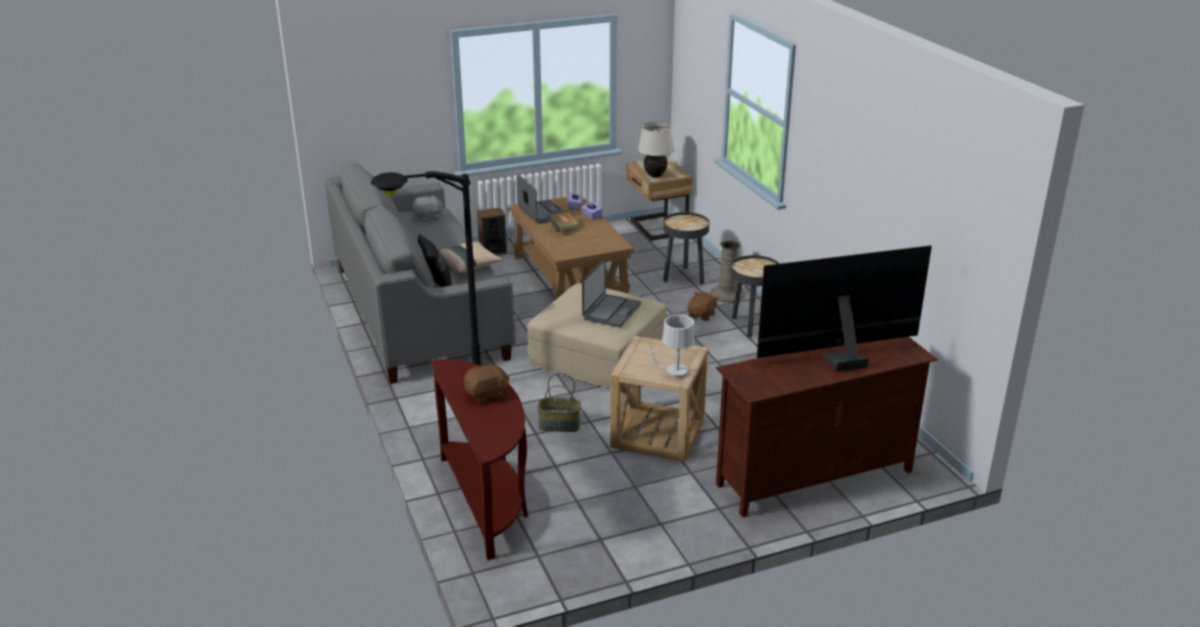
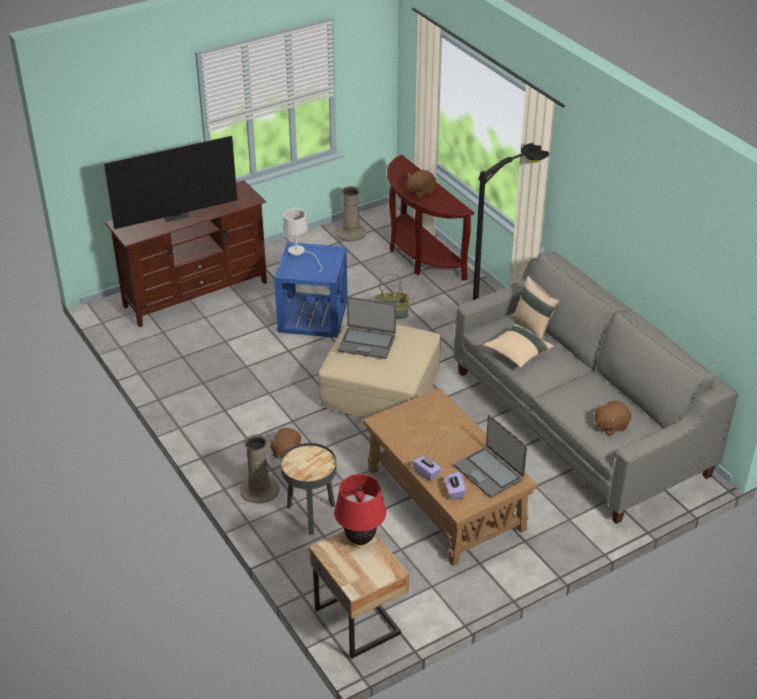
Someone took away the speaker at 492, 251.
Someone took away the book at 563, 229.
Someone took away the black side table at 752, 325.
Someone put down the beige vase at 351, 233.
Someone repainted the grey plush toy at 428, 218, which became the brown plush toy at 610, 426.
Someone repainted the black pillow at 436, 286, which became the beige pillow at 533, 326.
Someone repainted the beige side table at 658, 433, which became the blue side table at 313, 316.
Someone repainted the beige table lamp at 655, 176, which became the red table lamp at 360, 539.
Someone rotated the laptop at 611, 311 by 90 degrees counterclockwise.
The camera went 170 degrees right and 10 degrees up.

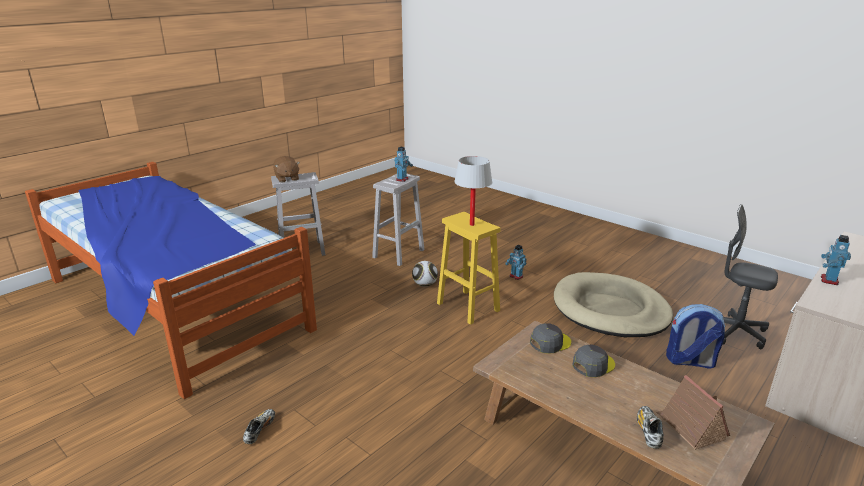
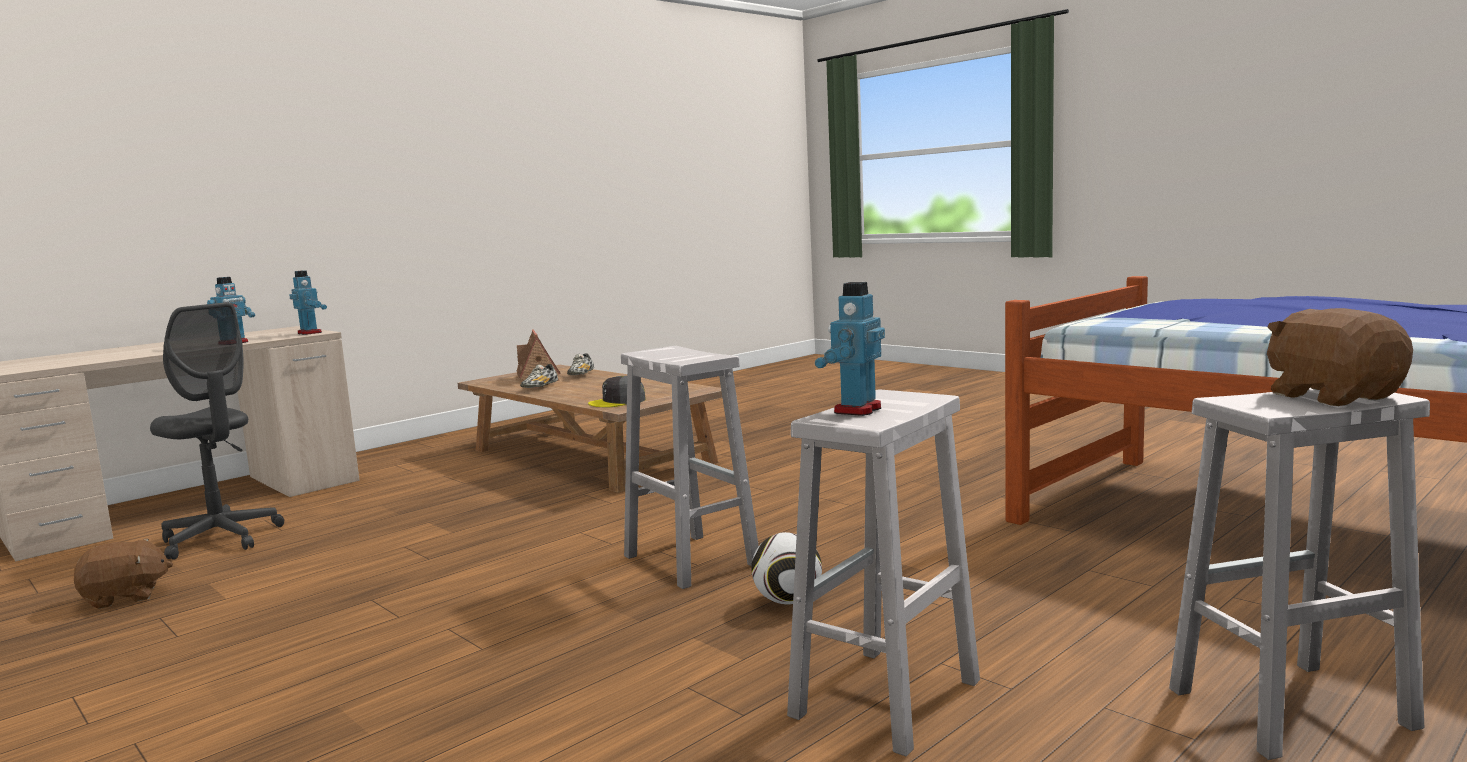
Someone took away the white table lamp at 472, 224.
Someone took away the beige dog bed at 610, 309.
Someone took away the grey cap at 593, 364.
Someone took away the backpack at 690, 361.
Someone put down the brown plush toy at 125, 597.
Someone carried the shoe from 260, 430 to 540, 387.
Someone carried the toy robot from 516, 276 to 310, 333.
Someone repainted the yellow stool at 469, 307, which became the white stool at 689, 560.
The camera went 175 degrees left and 15 degrees down.

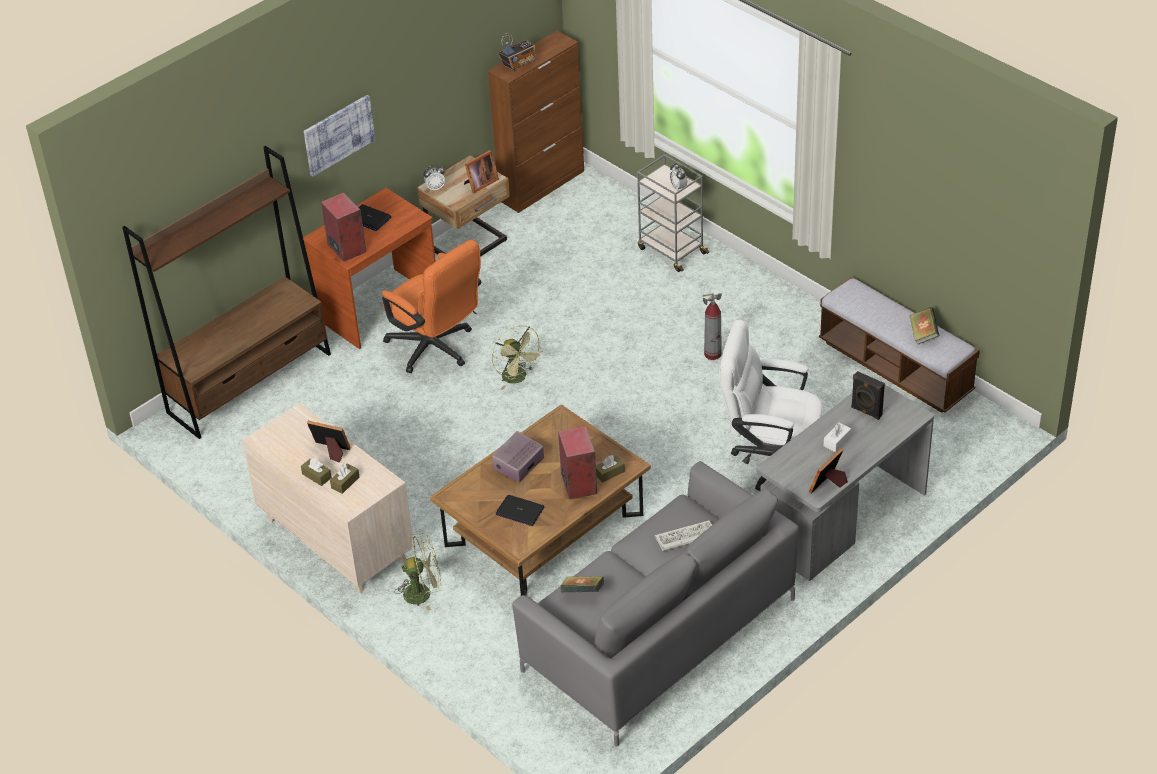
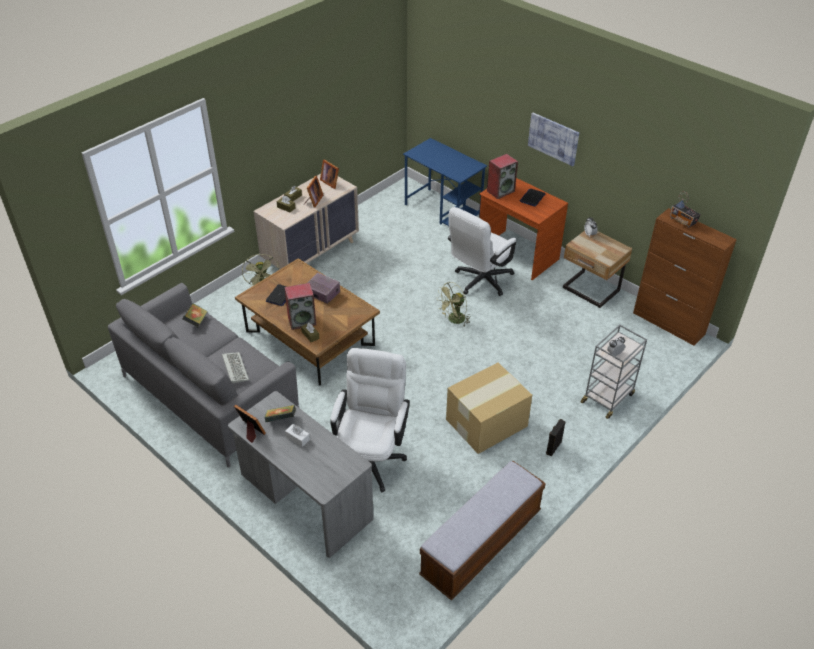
Someone carried the picture frame from 480, 184 to 330, 182.
Someone carried the black speaker from 866, 412 to 553, 447.
Someone carried the book from 923, 334 to 281, 420.
Someone swapped the brown bookcase at 250, 383 for the blue desk at 443, 211.
Someone swapped the fire extinguisher at 713, 354 for the cardboard box at 487, 422.
Someone repainted the orange office chair at 436, 349, which became the white office chair at 479, 282.
The camera went 85 degrees right and 0 degrees up.

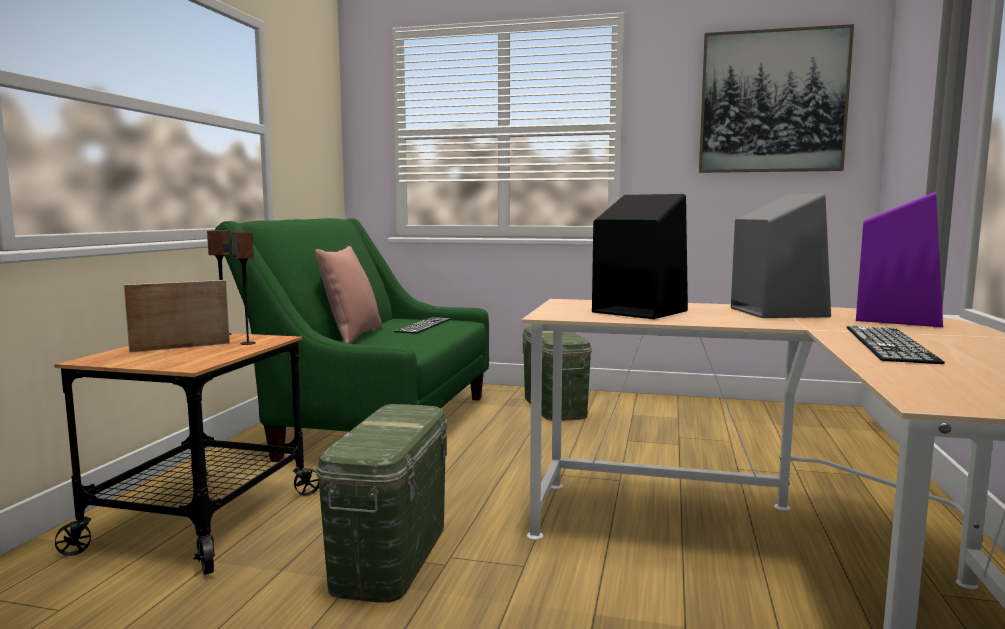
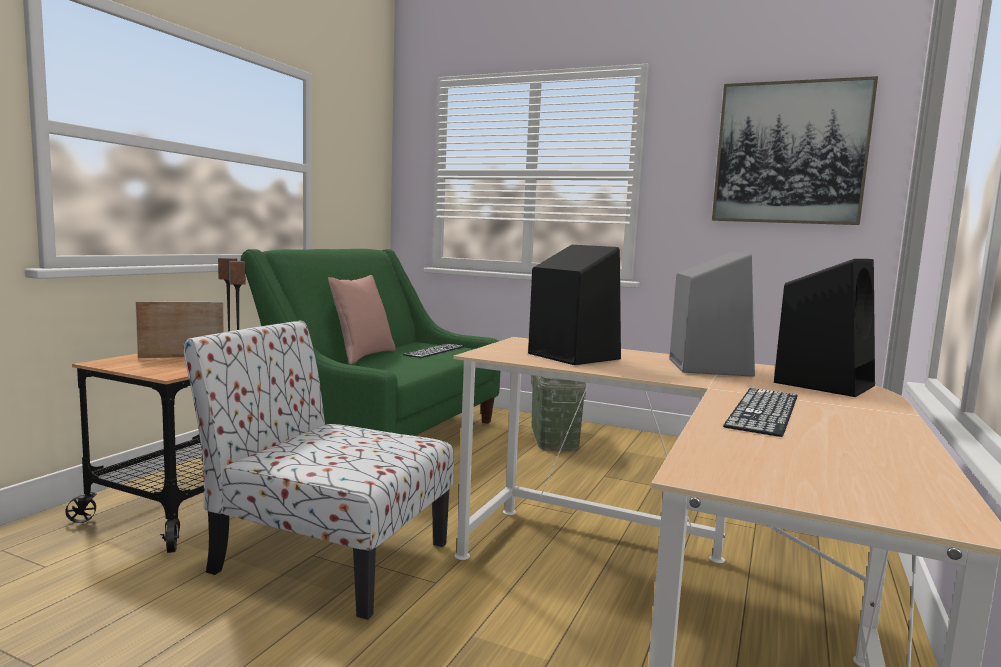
Someone swapped the green storage box at 391, 555 for the chair at 327, 556.
Someone repainted the purple speaker at 898, 318, which became the black speaker at 824, 383.
The camera went 10 degrees right and 0 degrees up.

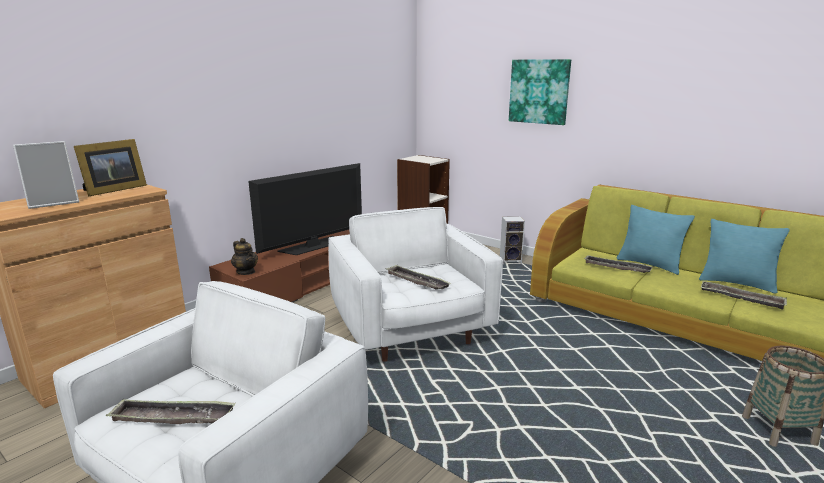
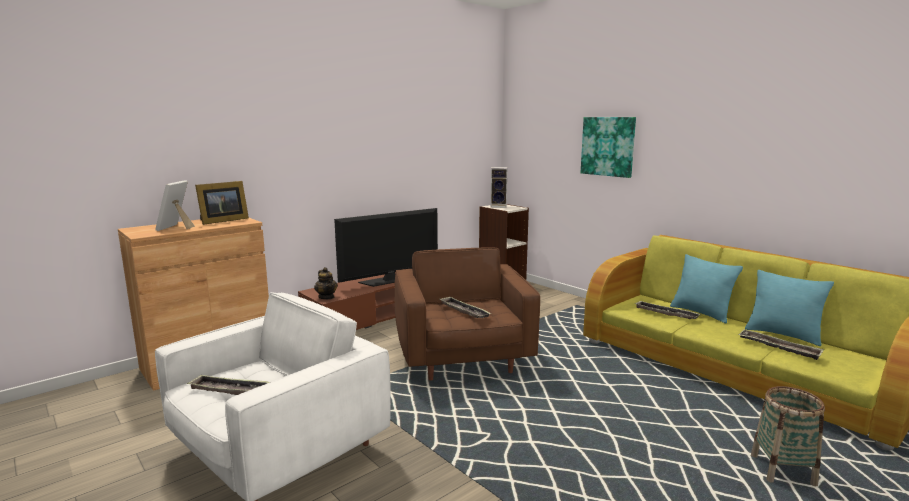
Someone carried the speaker from 511, 261 to 499, 206.
Someone repainted the white armchair at 412, 331, which became the brown armchair at 463, 359.
Someone rotated the picture frame at 54, 202 by 120 degrees clockwise.
The camera went 10 degrees right and 5 degrees down.

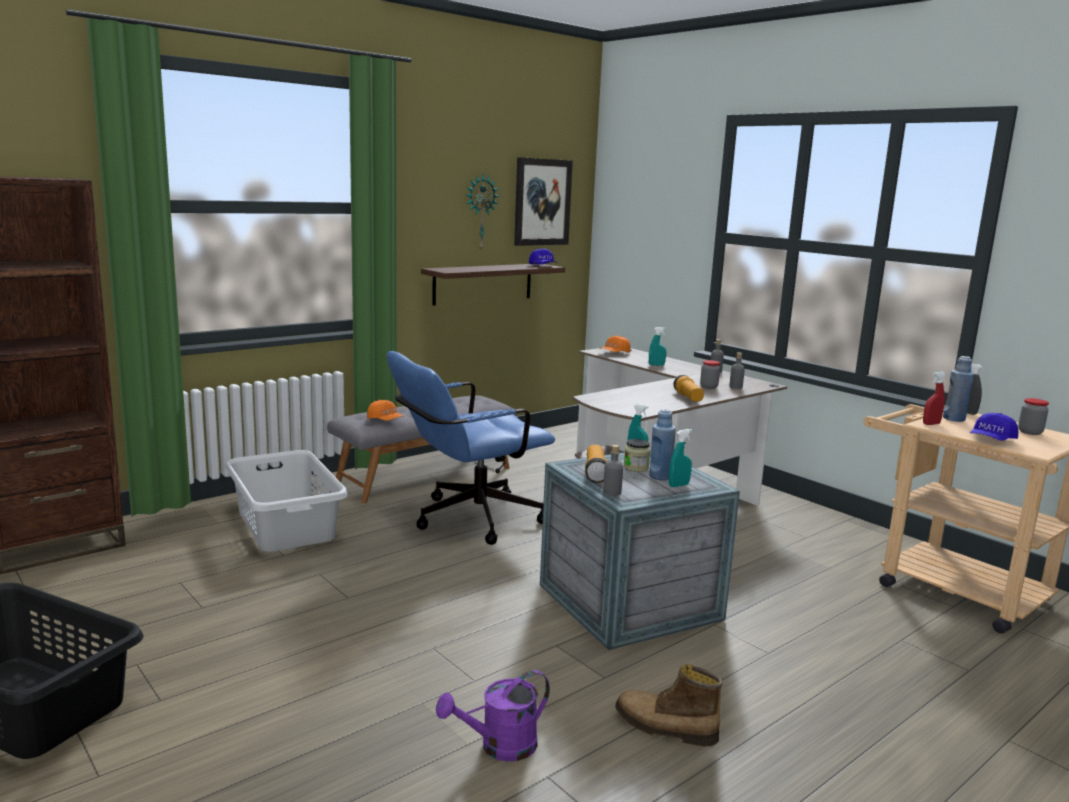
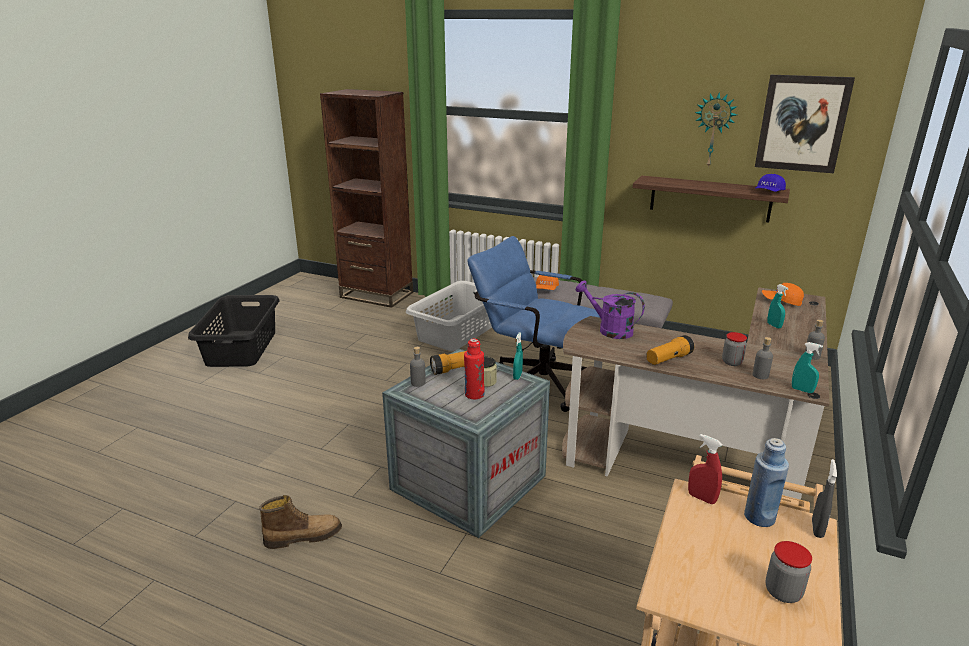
Someone took away the blue cap at 991, 440.
Someone carried the purple watering can from 499, 747 to 609, 330.
Someone carried the turquoise spray bottle from 678, 485 to 802, 390.
Someone repainted the blue bottle at 660, 477, which became the red bottle at 474, 394.
Someone rotated the boot at 664, 728 by 75 degrees clockwise.
The camera went 65 degrees right and 10 degrees up.

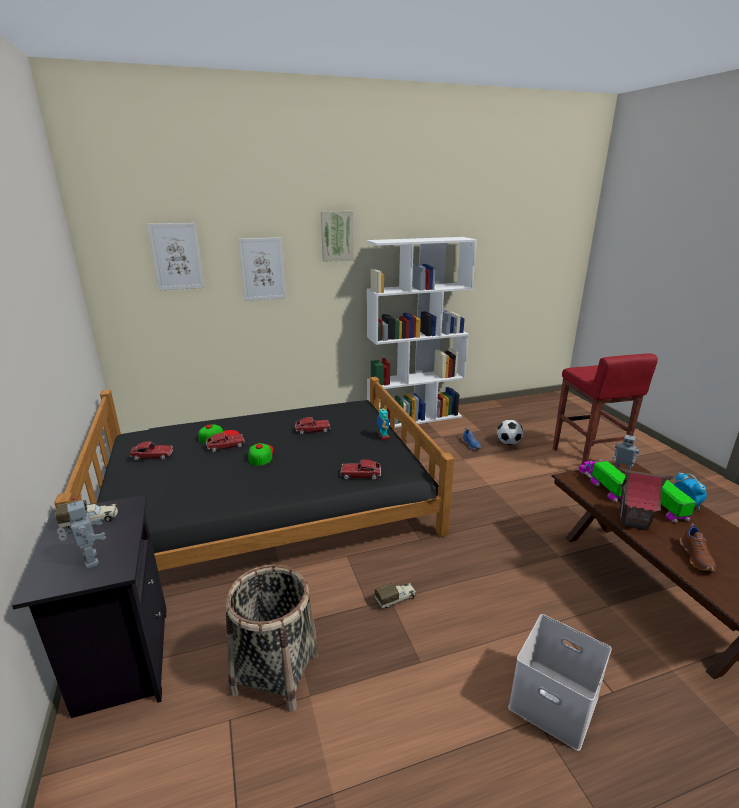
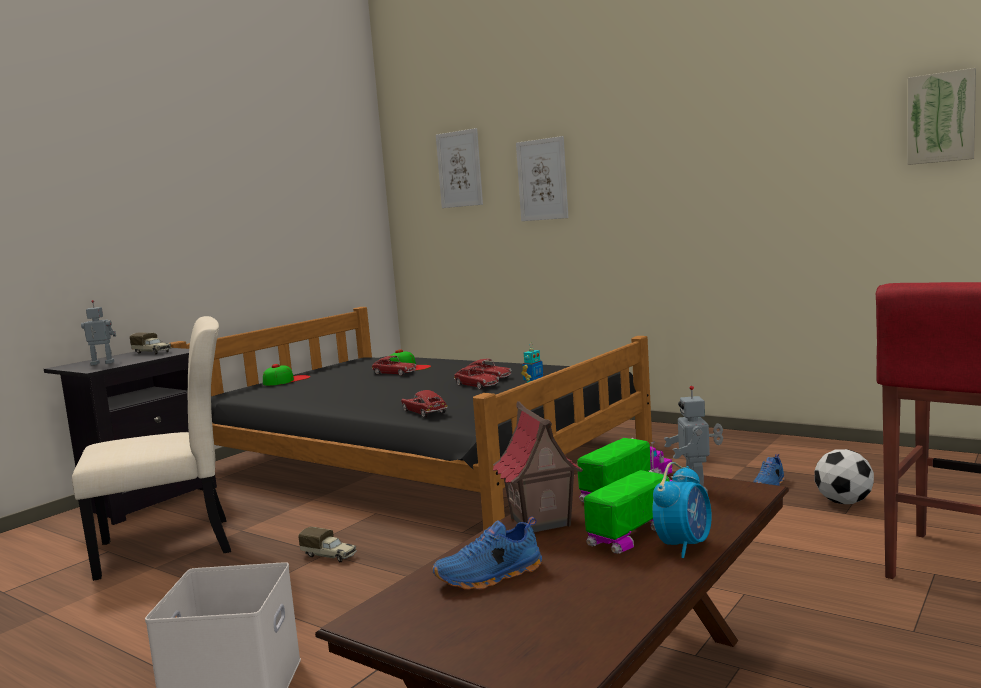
Someone took away the white bookcase at 414, 418.
Someone carried the toy car from 152, 456 to 476, 385.
Someone carried the cap from 260, 454 to 286, 380.
Someone carried the picture from 337, 236 to 941, 118.
Someone swapped the basket at 276, 673 for the beige chair at 172, 546.
Someone repainted the brown shoe at 697, 557, which became the blue shoe at 490, 577.
Someone rotated the toy robot at 89, 561 by 120 degrees counterclockwise.
The camera went 55 degrees right and 15 degrees down.

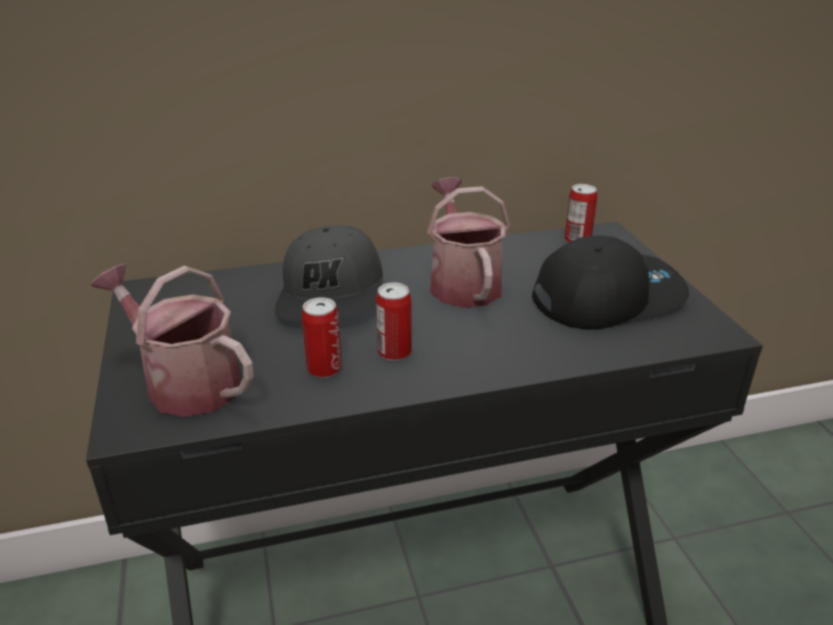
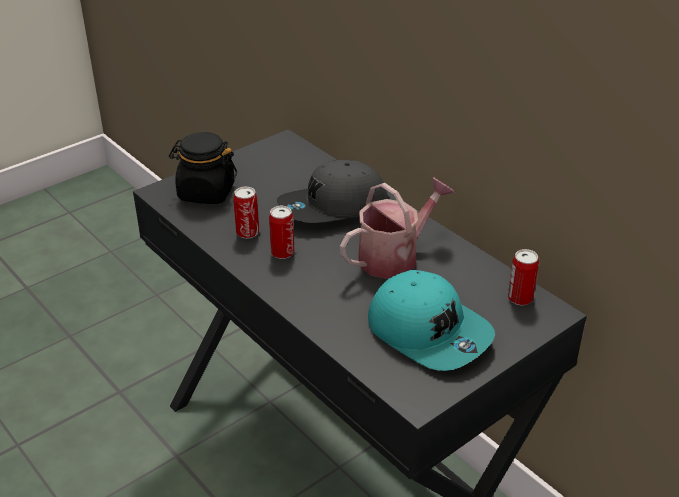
Someone swapped the watering can at 185, 382 for the black jar at 206, 192.
Someone repainted the black cap at 607, 297, which became the turquoise cap at 429, 331.
The camera went 65 degrees right and 5 degrees up.

